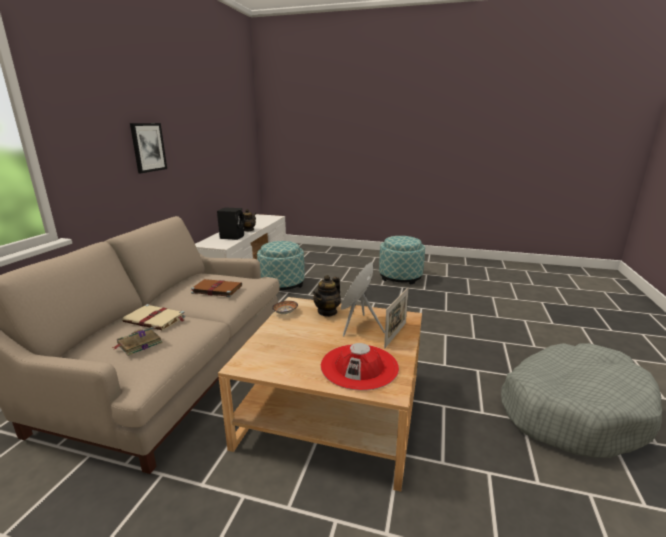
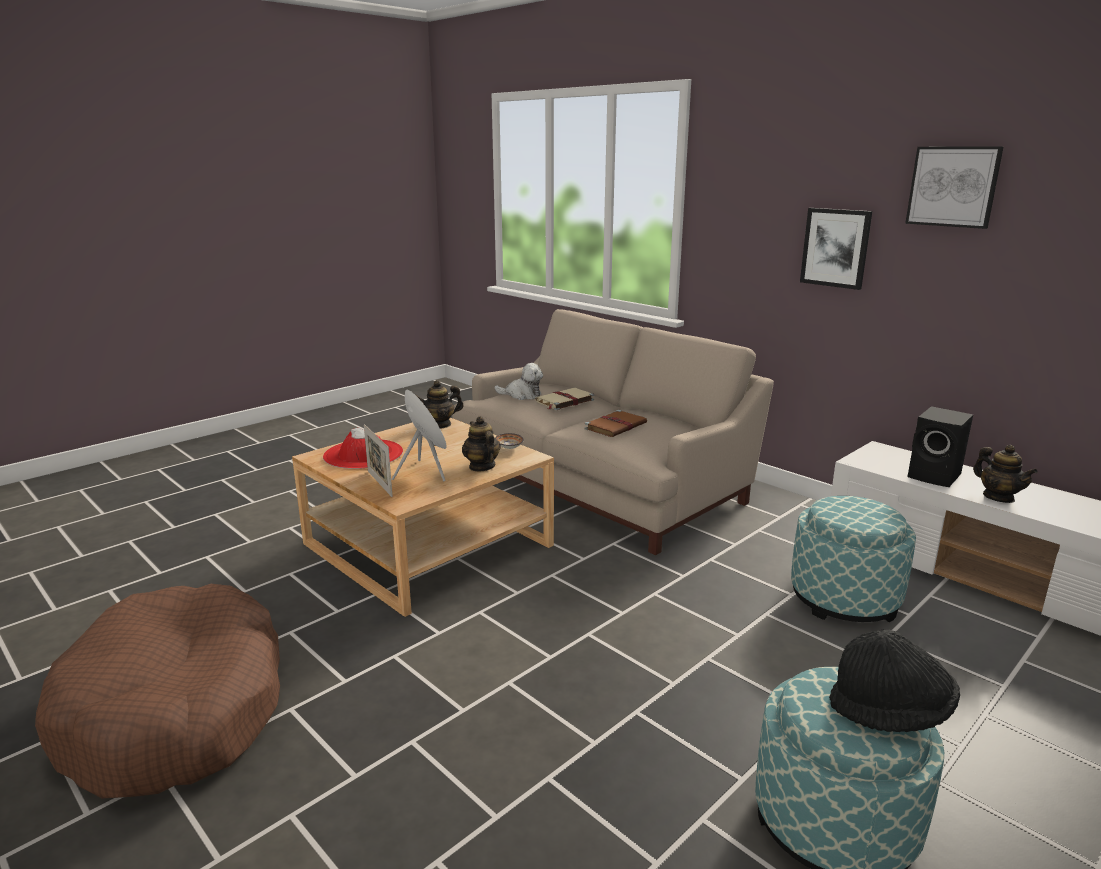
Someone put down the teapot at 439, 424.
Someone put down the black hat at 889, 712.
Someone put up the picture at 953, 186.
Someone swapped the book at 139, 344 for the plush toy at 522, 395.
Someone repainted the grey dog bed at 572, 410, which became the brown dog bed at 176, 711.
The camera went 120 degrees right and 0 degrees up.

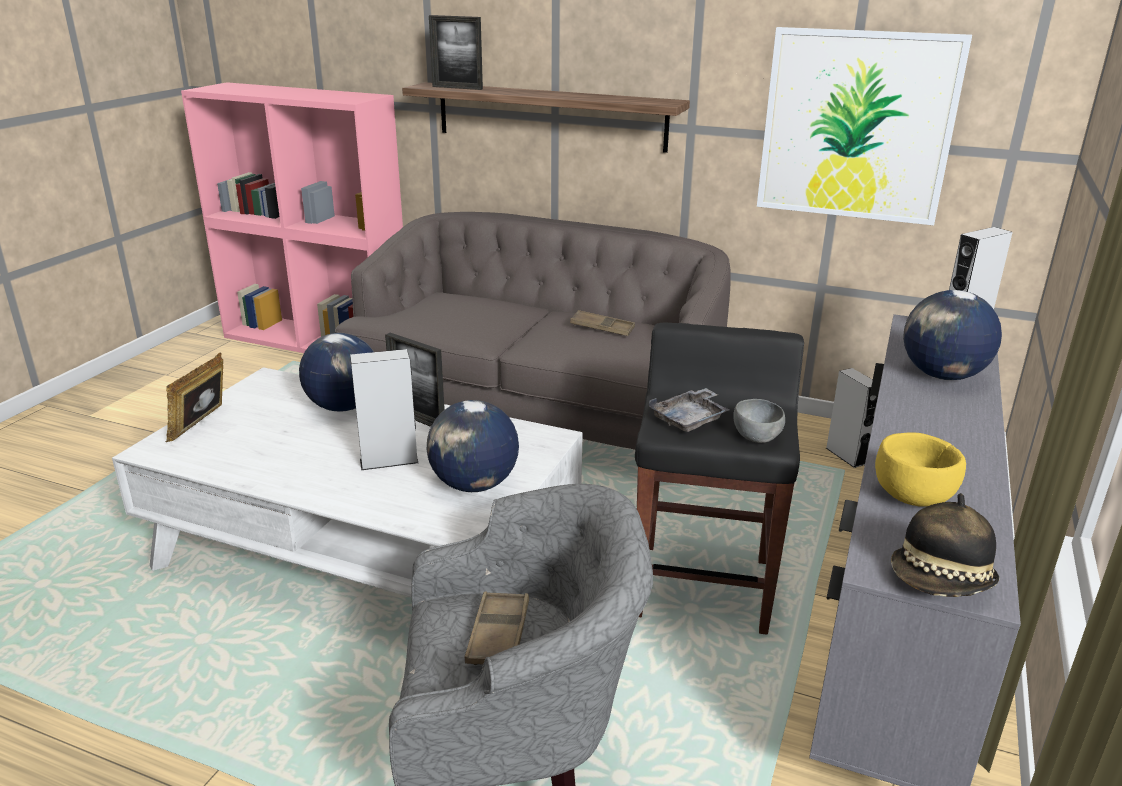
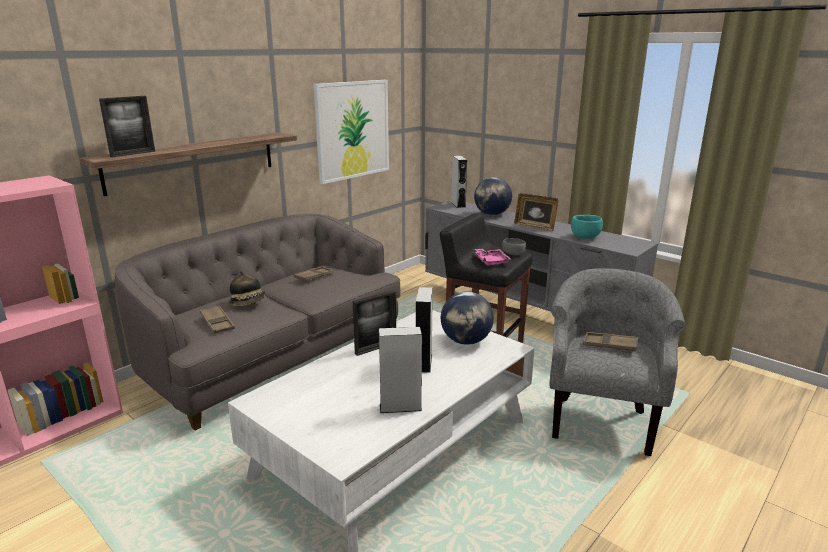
Someone took away the globe at 344, 406.
Someone put down the brown tray at 217, 323.
Someone carried the picture frame from 202, 425 to 535, 227.
Someone carried the grey speaker from 846, 456 to 400, 407.
Someone carried the hat from 941, 582 to 248, 303.
Someone repainted the grey tray at 690, 419, which became the pink tray at 491, 261.
Someone repainted the yellow bowl at 912, 498, which became the turquoise bowl at 585, 237.
The camera went 70 degrees left and 5 degrees down.

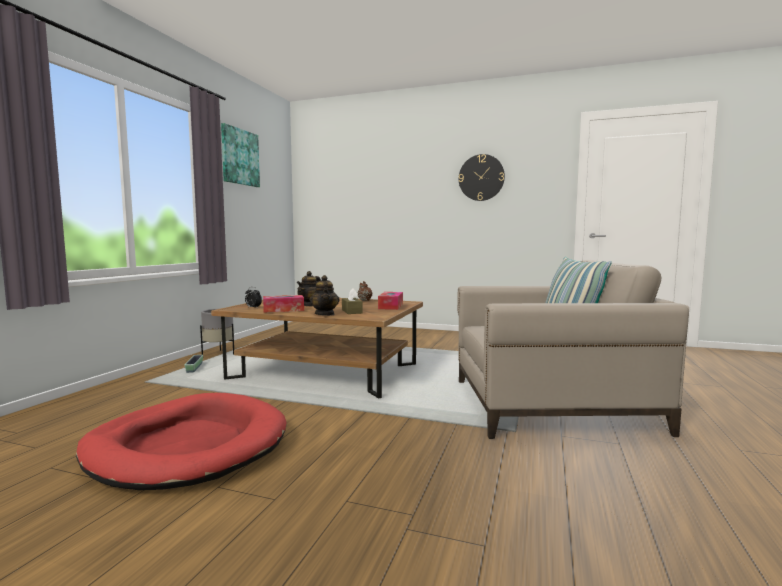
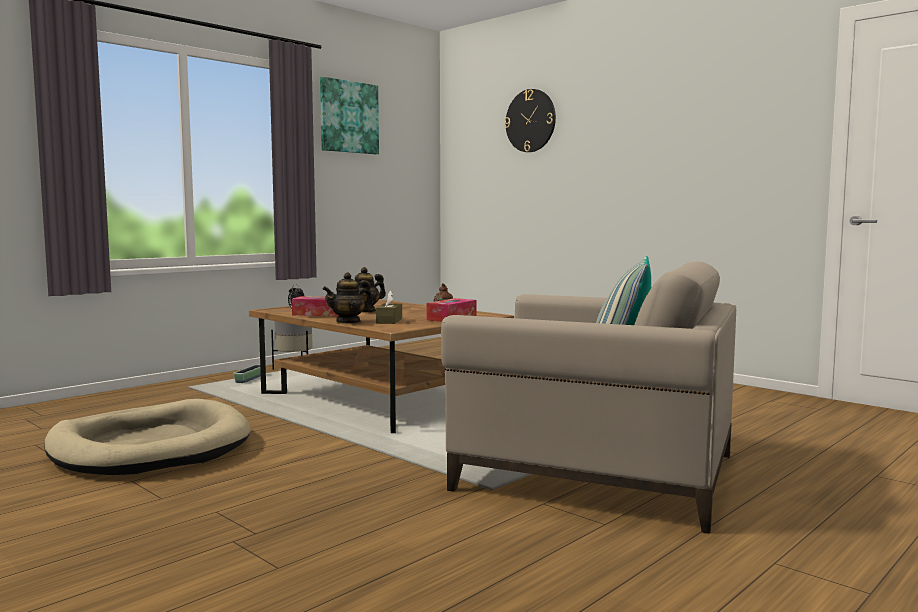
Someone carried the wall clock from 481, 177 to 530, 121.
Someone repainted the red dog bed at 188, 446, which became the beige dog bed at 150, 447.
Someone rotated the teapot at 325, 314 by 45 degrees clockwise.
The camera went 25 degrees right and 0 degrees up.

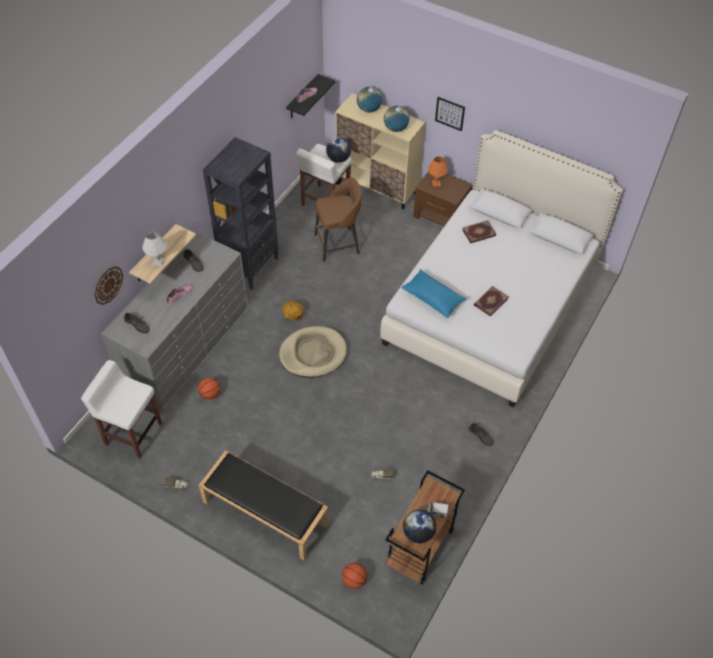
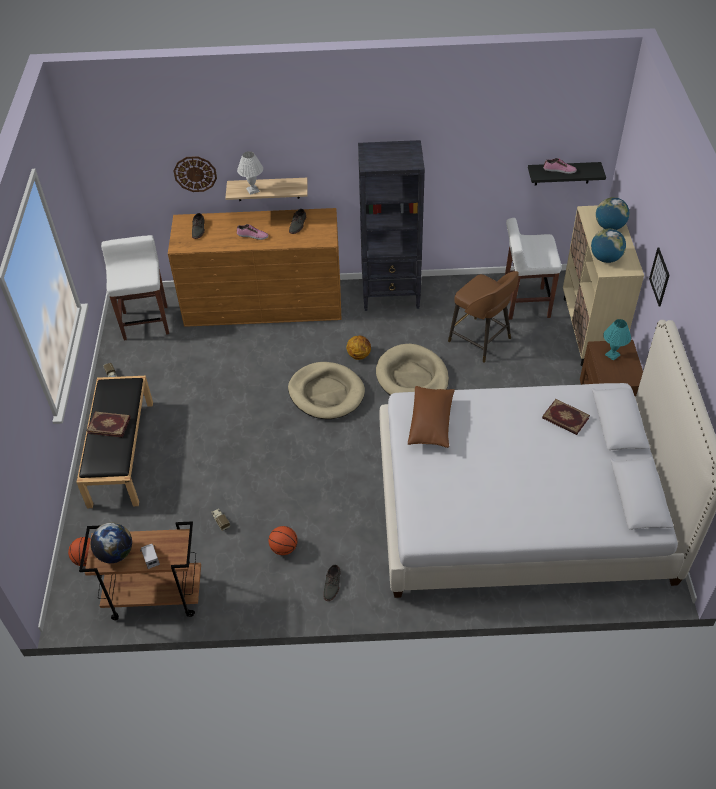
Someone took away the globe at 338, 159.
Someone put down the beige dog bed at 412, 377.
Someone carried the basketball from 210, 394 to 284, 548.
Someone carried the book from 490, 301 to 109, 425.
Someone repainted the grey dresser at 186, 345, which became the brown dresser at 263, 303.
Someone repainted the blue pillow at 433, 298, which became the brown pillow at 431, 423.
Someone repainted the orange table lamp at 436, 183, which became the turquoise table lamp at 612, 355.
The camera went 60 degrees right and 5 degrees down.

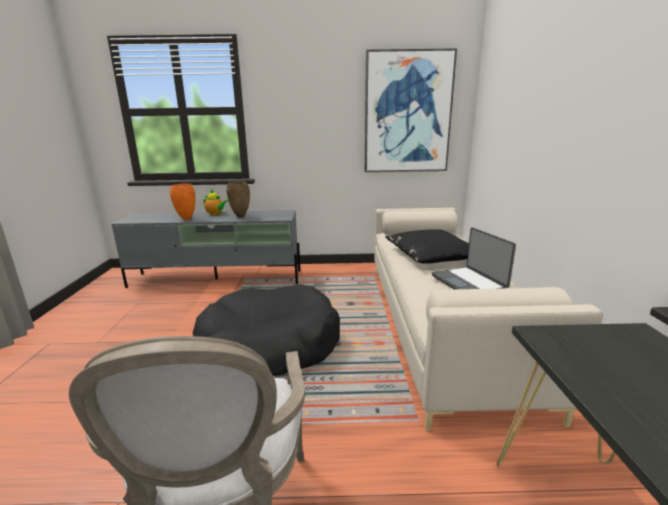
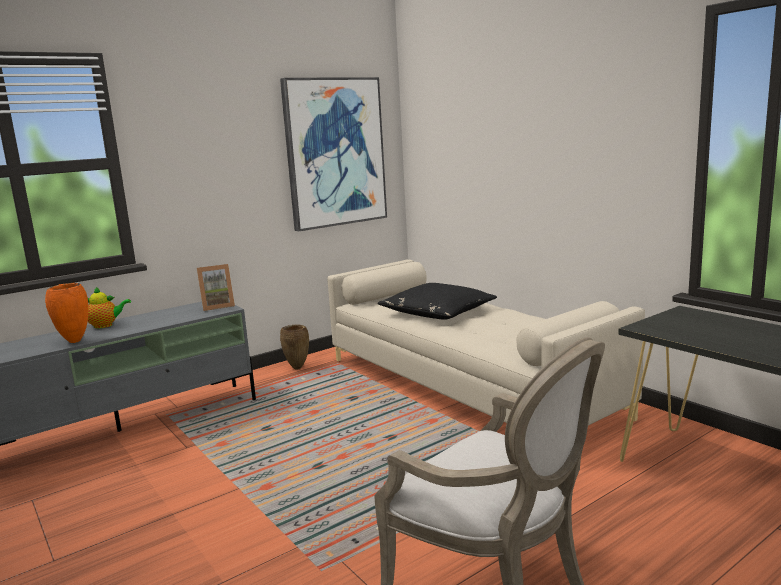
Someone took away the black dog bed at 270, 345.
Someone took away the laptop at 469, 283.
Someone put down the picture frame at 217, 306.
Someone carried the brown vase from 241, 216 to 298, 368.
The camera went 35 degrees left and 5 degrees down.

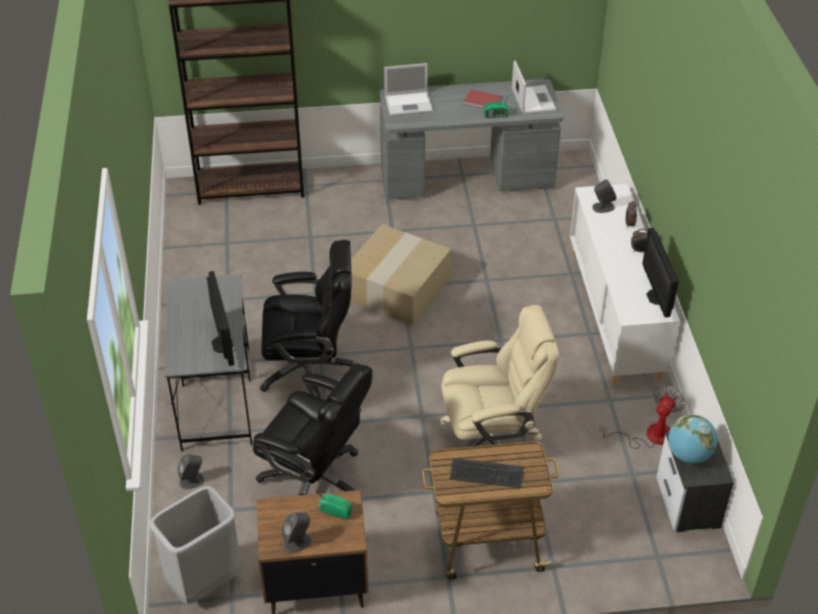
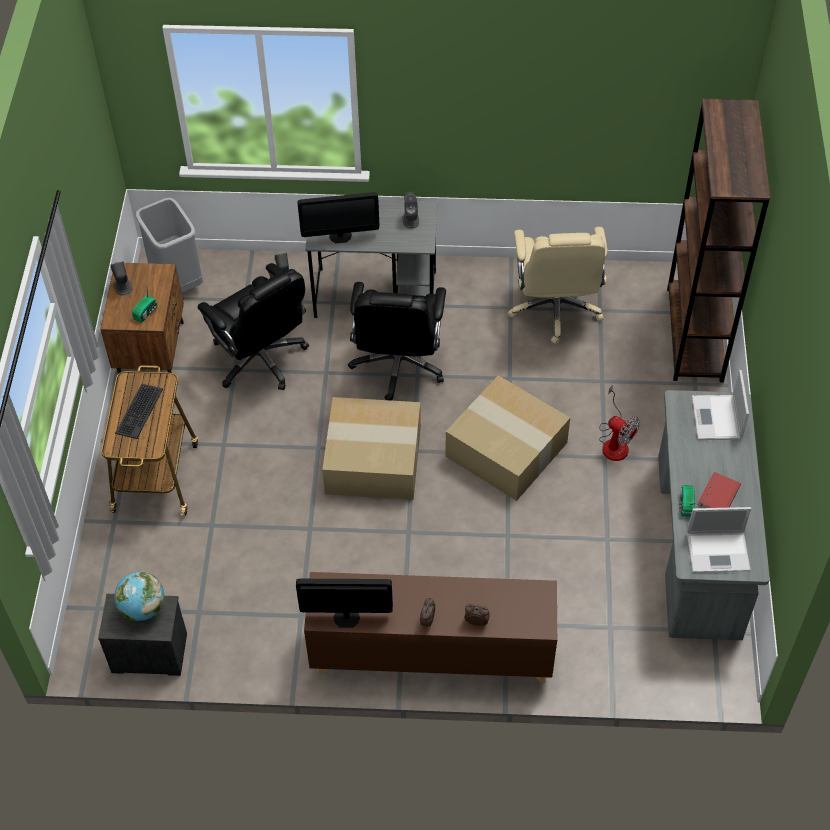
Someone put down the cardboard box at 375, 459.
Someone carried the beige office chair from 491, 442 to 555, 309.
Someone carried the grey speaker from 603, 207 to 410, 219.
Someone carried the fan from 649, 435 to 614, 442.
Someone repainted the white cabinet at 615, 313, which became the brown cabinet at 431, 653.
Someone rotated the black office chair at 315, 480 by 75 degrees counterclockwise.
The camera went 100 degrees right and 10 degrees up.

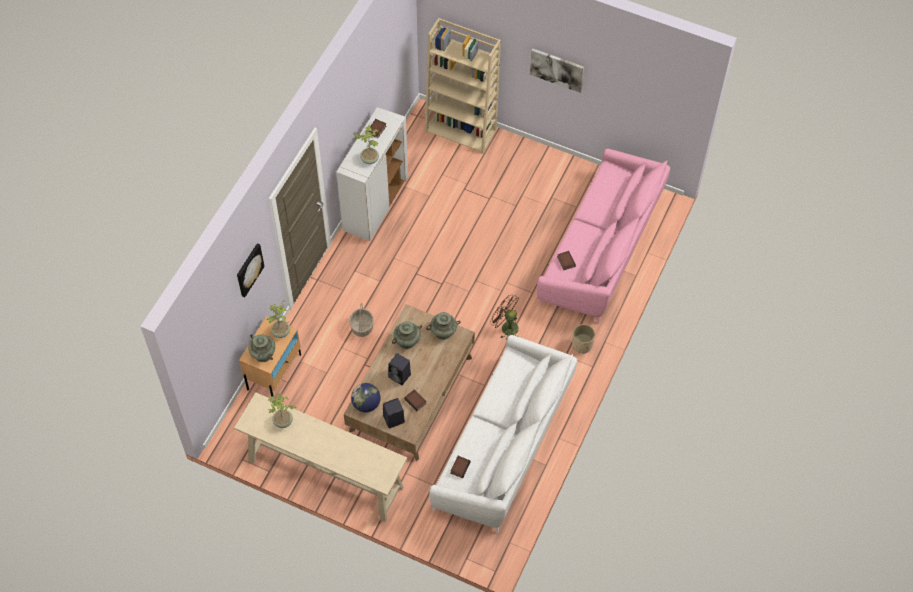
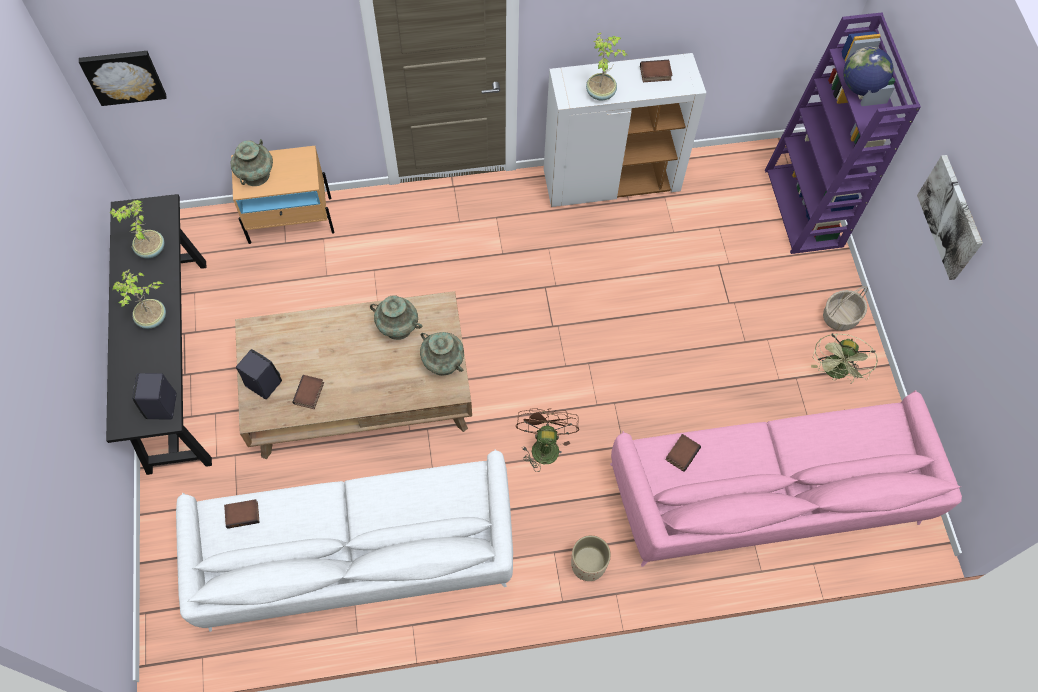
Someone put down the green fan at 835, 372.
Someone carried the picture from 248, 269 to 123, 76.
Someone carried the potted plant from 281, 332 to 152, 319.
Someone carried the basket from 361, 327 to 840, 316.
Someone carried the globe from 366, 404 to 861, 87.
Someone carried the black speaker from 400, 376 to 161, 407.
Someone repainted the beige console table at 324, 474, which became the black console table at 177, 361.
Someone repainted the beige bookcase at 461, 130, which became the purple bookcase at 804, 208.
The camera went 55 degrees right and 5 degrees up.

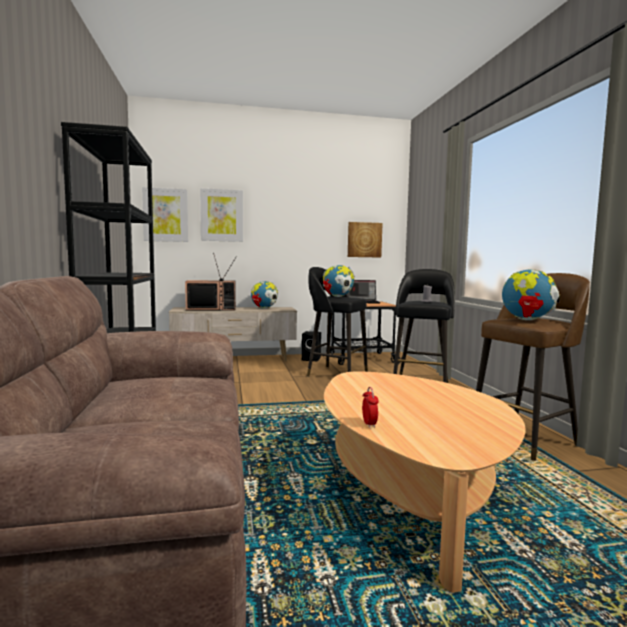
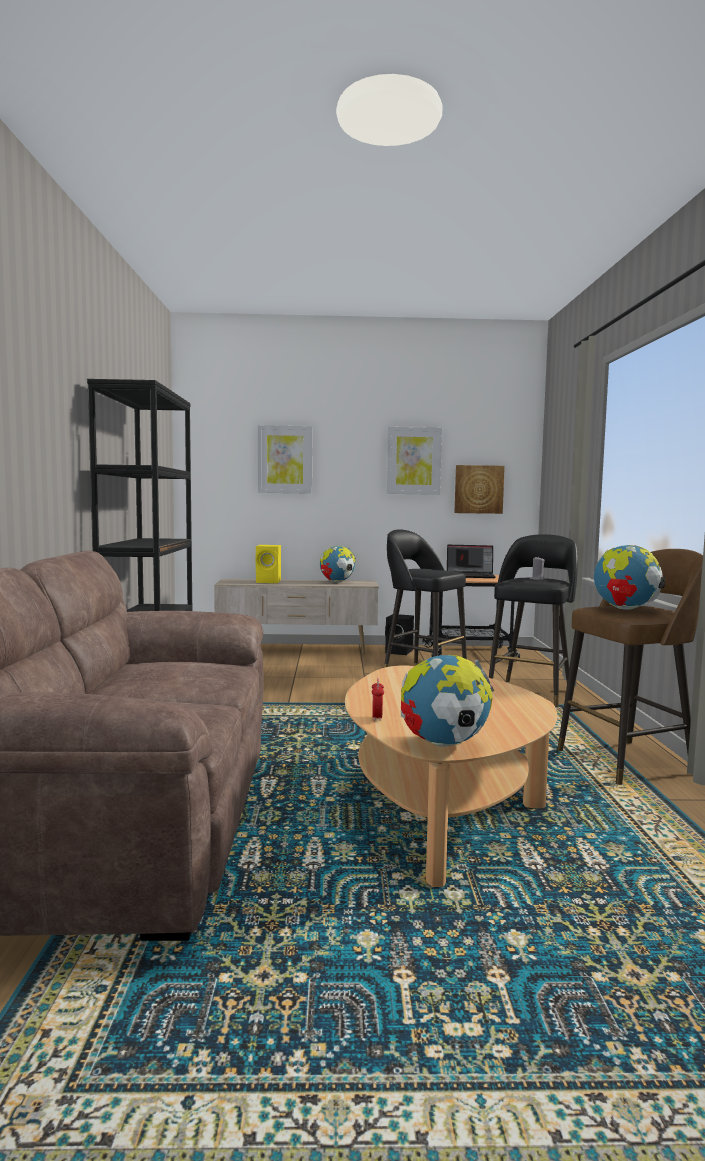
Someone carried the picture from 165, 215 to 413, 461.
Someone carried the globe from 338, 296 to 444, 744.
Someone swapped the television at 212, 309 for the yellow speaker at 269, 581.
The camera went 10 degrees right and 0 degrees up.

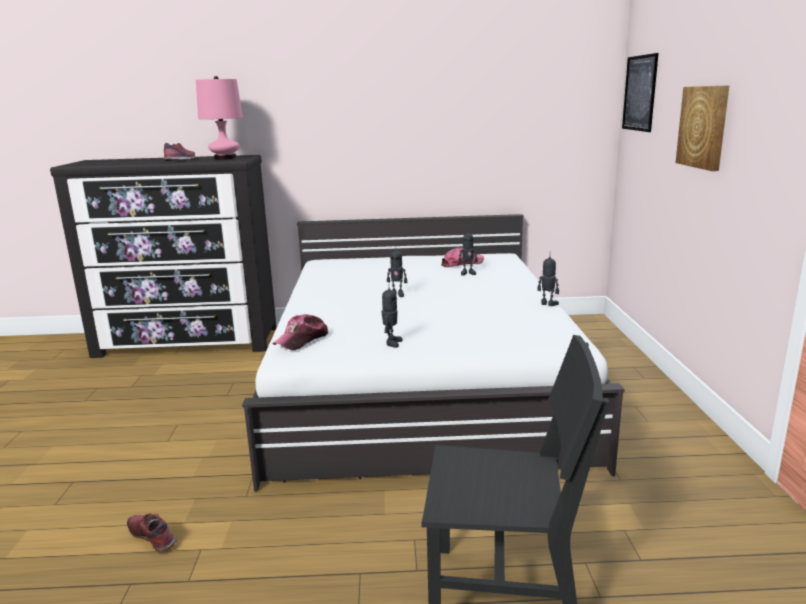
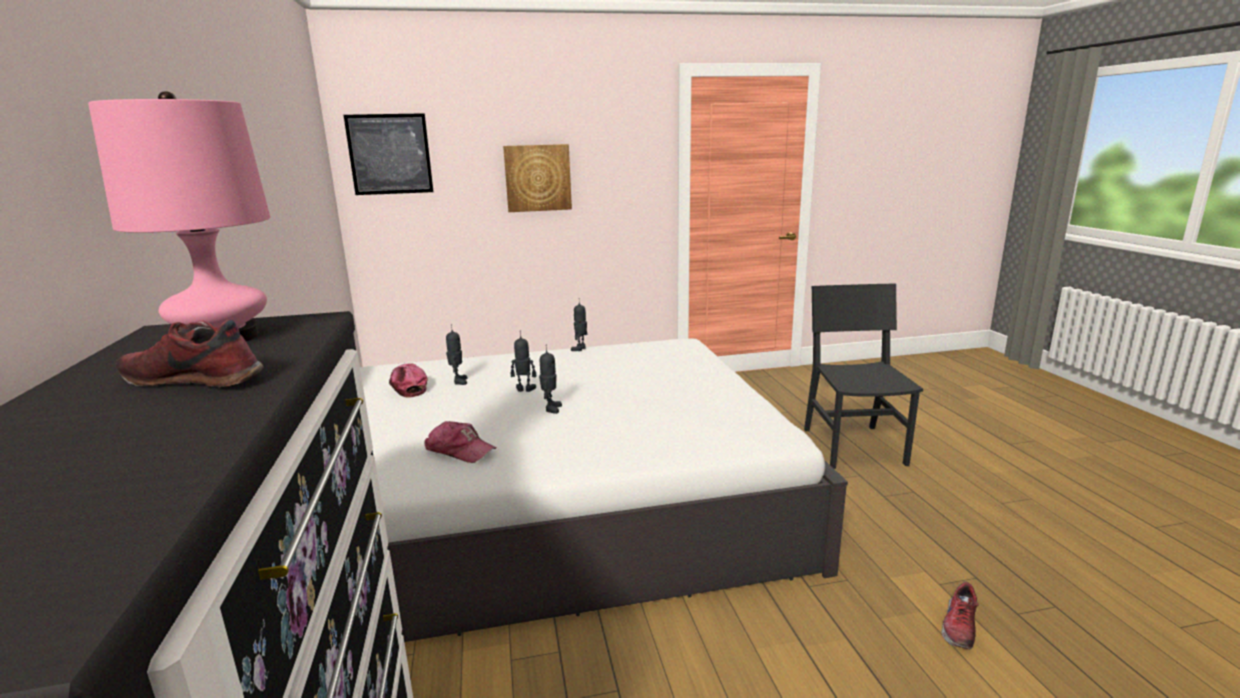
Someone carried the cap from 302, 340 to 460, 450.
Someone carried the toy robot from 391, 343 to 524, 390.
The camera went 100 degrees left and 0 degrees up.

